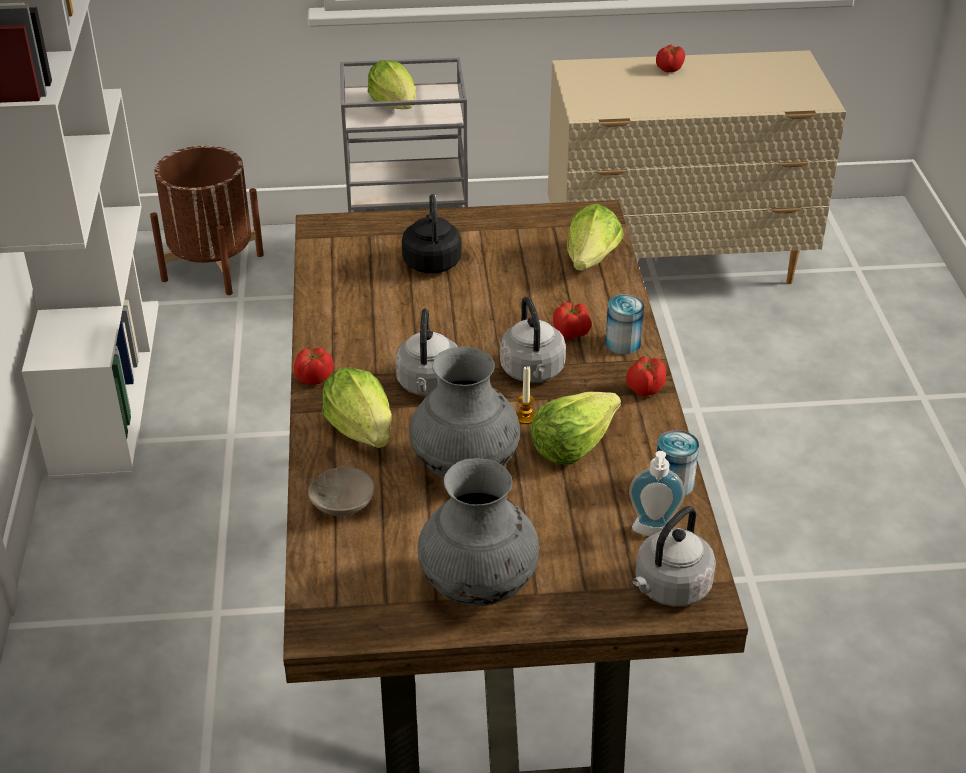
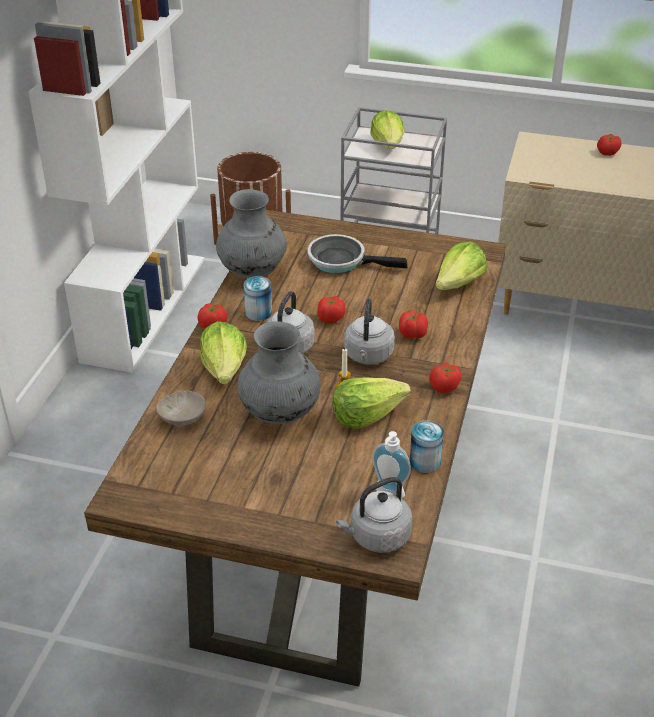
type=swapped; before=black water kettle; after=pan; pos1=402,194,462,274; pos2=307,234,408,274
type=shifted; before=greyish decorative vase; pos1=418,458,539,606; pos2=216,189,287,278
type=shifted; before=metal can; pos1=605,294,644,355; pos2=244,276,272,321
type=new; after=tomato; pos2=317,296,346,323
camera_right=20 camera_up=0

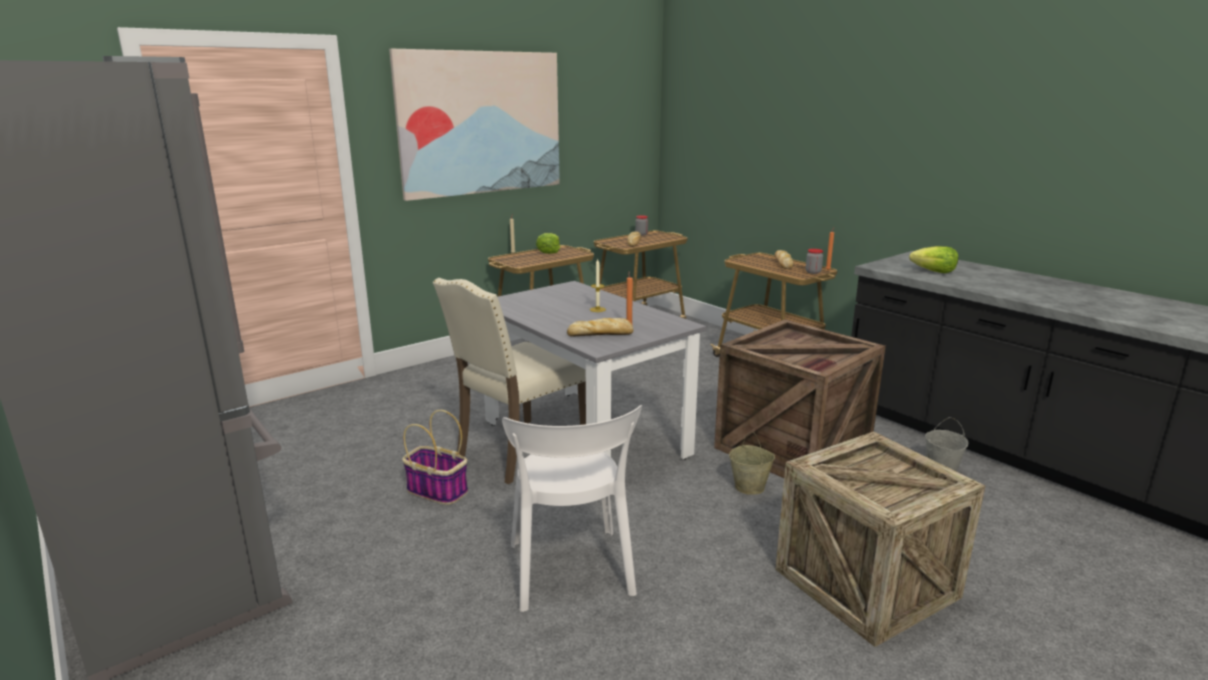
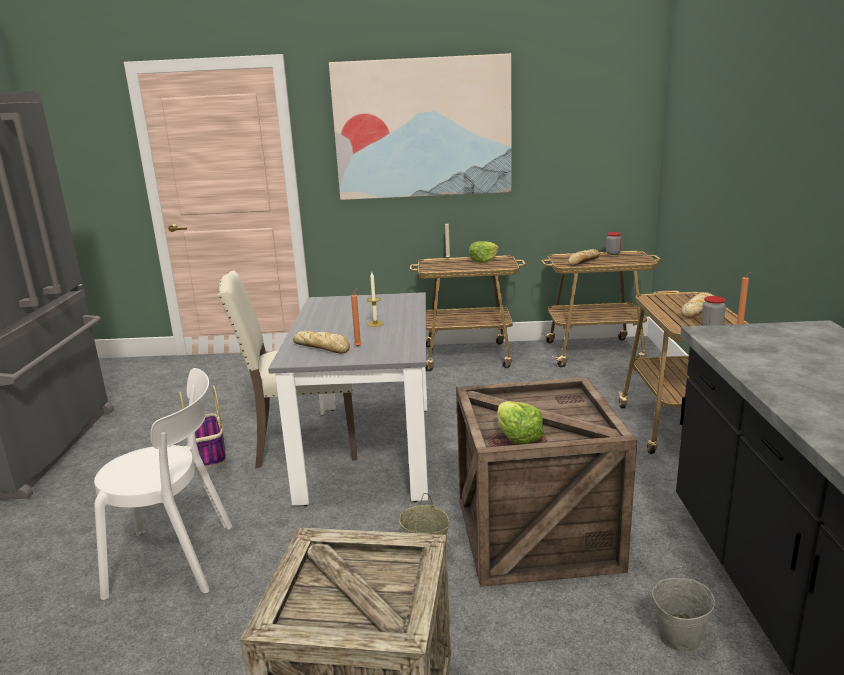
type=rotated; before=whitish plain chair; pos1=502,405,642,612; pos2=94,368,232,600; turn=-120
type=shifted; before=head of lettuce; pos1=909,246,958,273; pos2=497,401,544,444
camera_right=40 camera_up=0

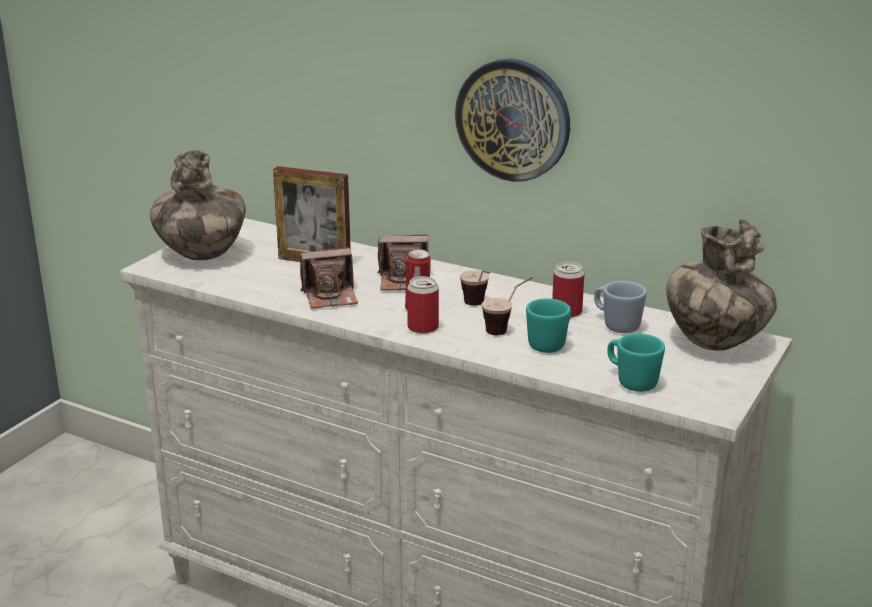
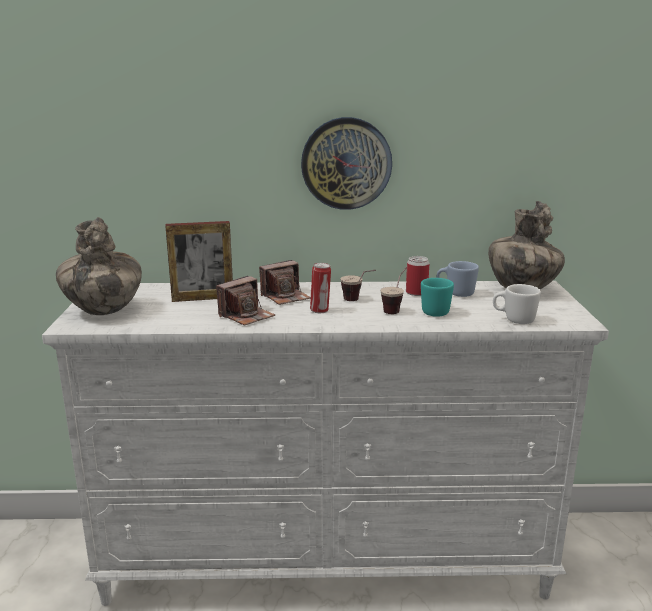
type=gone; before=metal can; pos1=407,276,439,334
type=repainted; before=turquoise tea mug; after=whitish tea mug; pos1=607,333,665,392; pos2=493,284,541,324
camera_right=-30 camera_up=-5

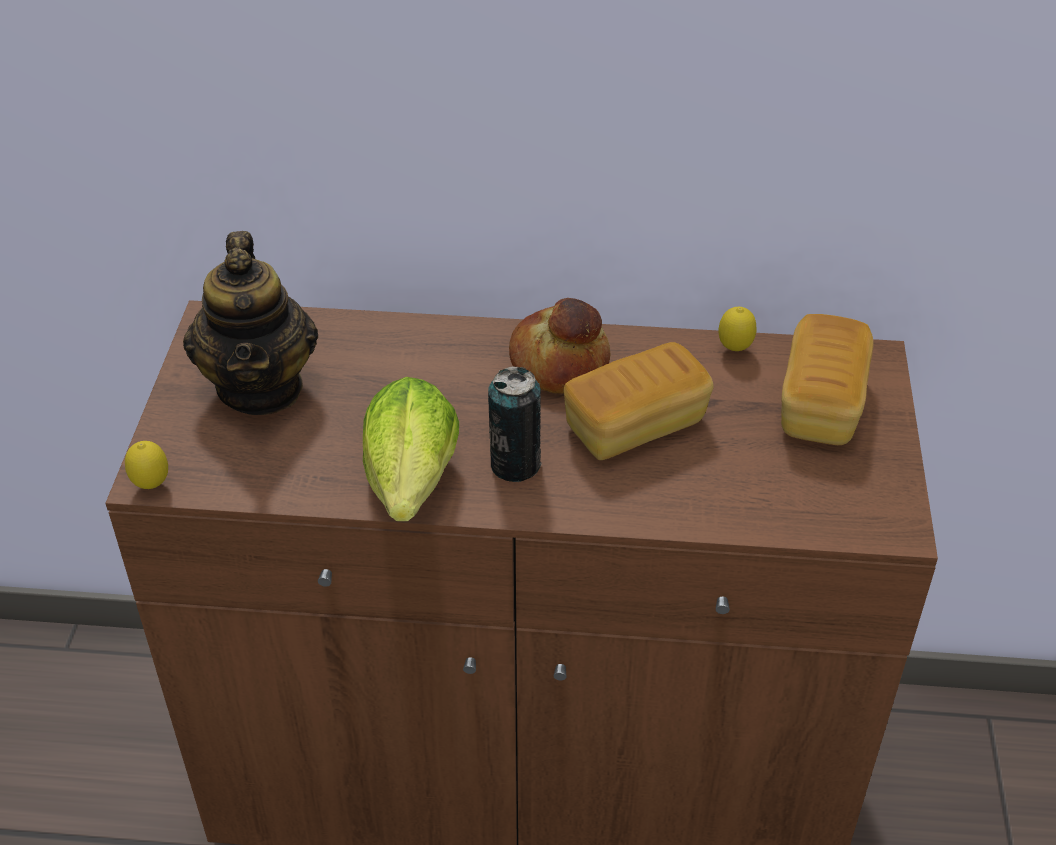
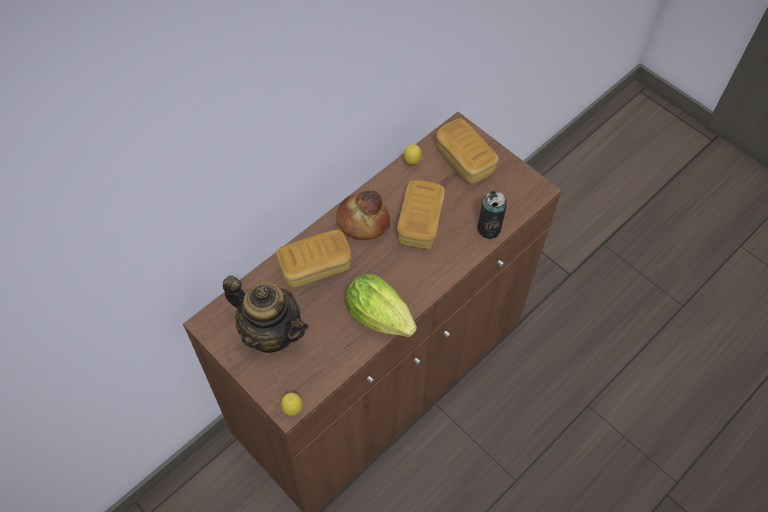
type=shifted; before=metal can; pos1=488,366,542,482; pos2=477,191,507,239
type=new; after=bread; pos2=277,230,351,287
camera_right=-50 camera_up=15

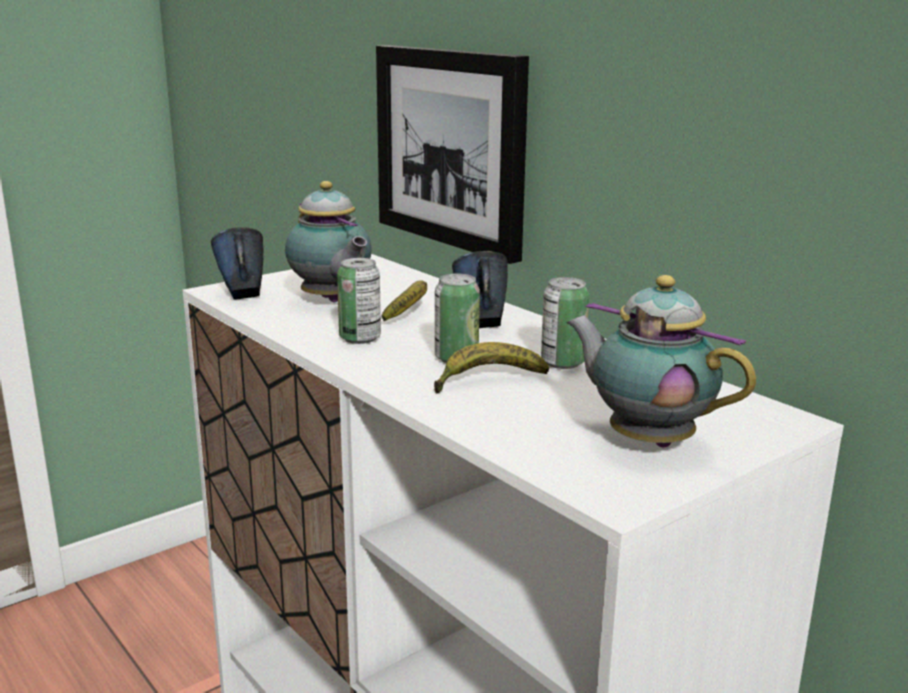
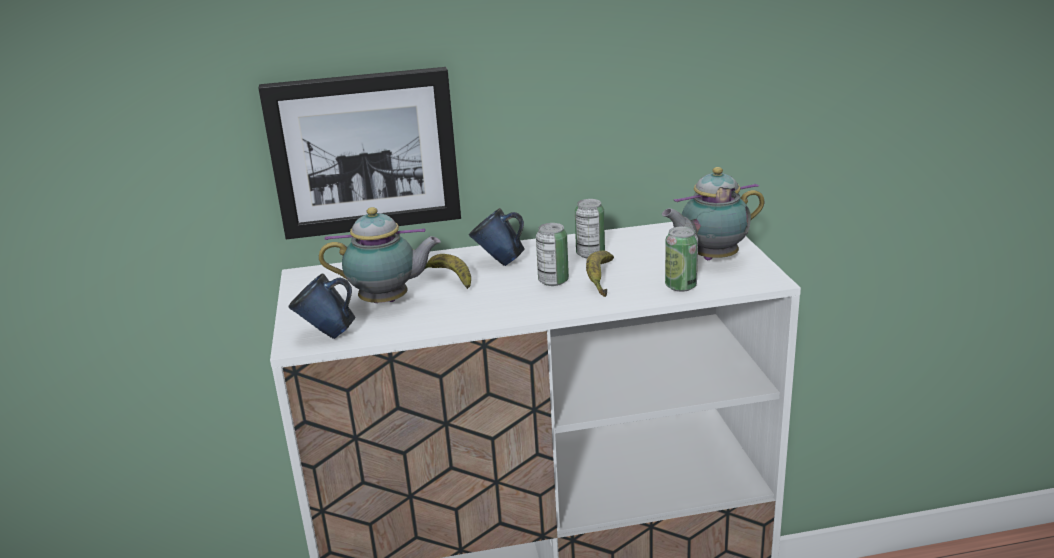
type=shifted; before=metal can; pos1=337,258,381,344; pos2=665,226,698,292
camera_right=-60 camera_up=5

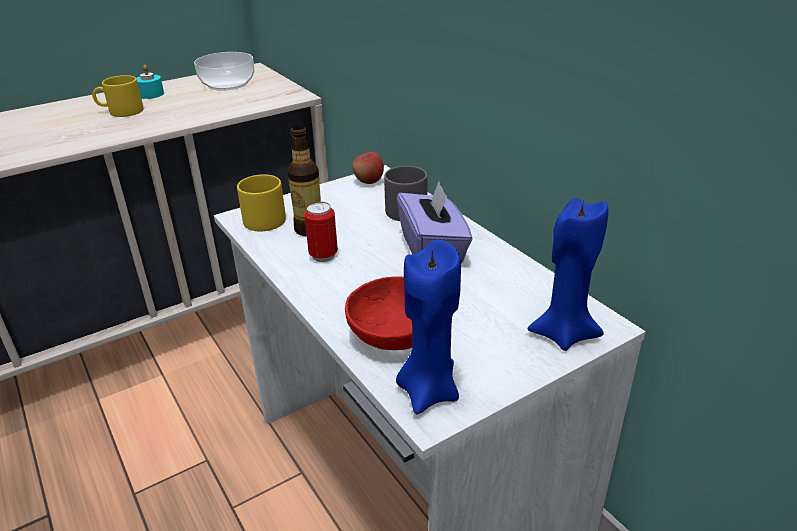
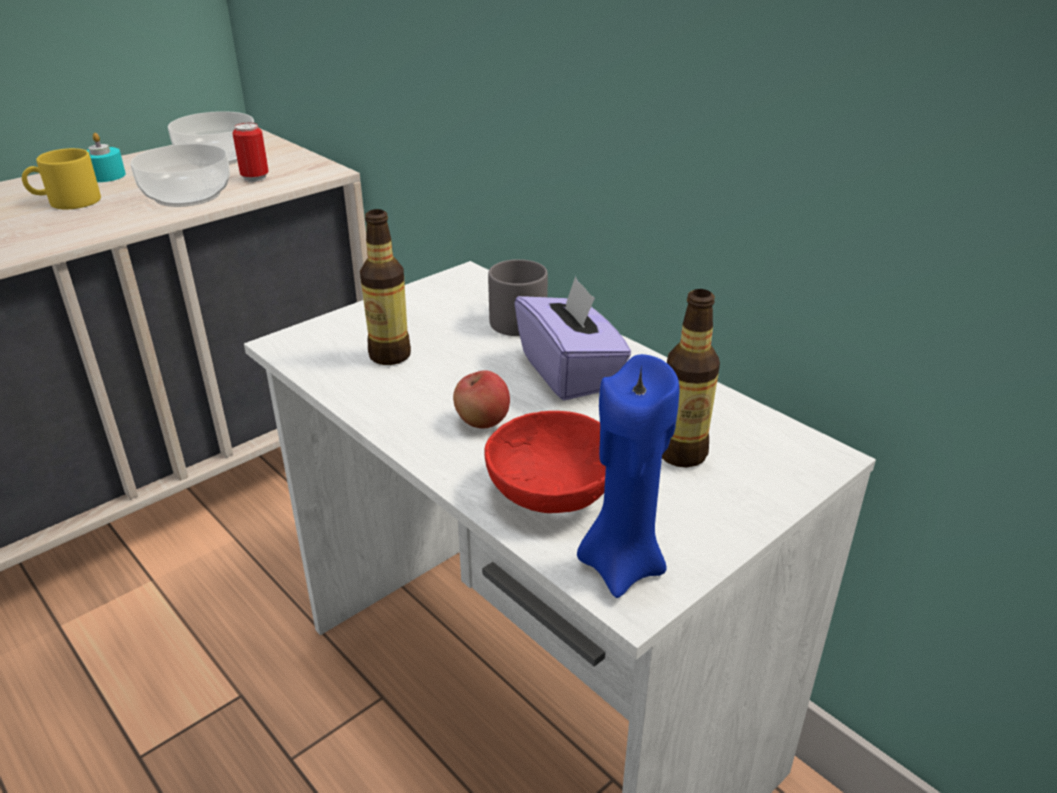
type=gone; before=yellowish tea mug; pos1=237,174,286,231
type=shifted; before=metal can; pos1=304,202,338,262; pos2=232,123,269,182
type=shifted; before=whole apple; pos1=353,152,384,184; pos2=453,370,510,429
type=gone; before=bluish wax light; pos1=527,198,608,351
type=new; after=serving bowl; pos2=130,144,230,207
type=new; after=drink bottle; pos2=662,289,720,468
camera_right=-10 camera_up=0

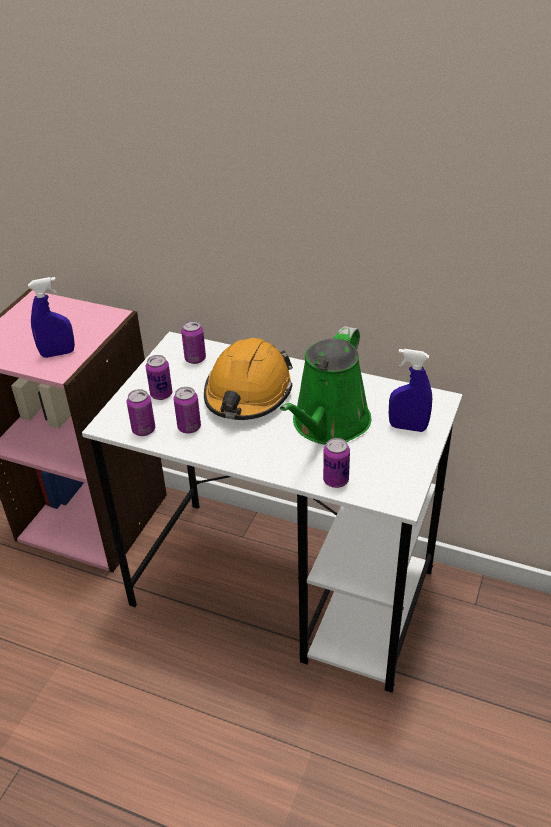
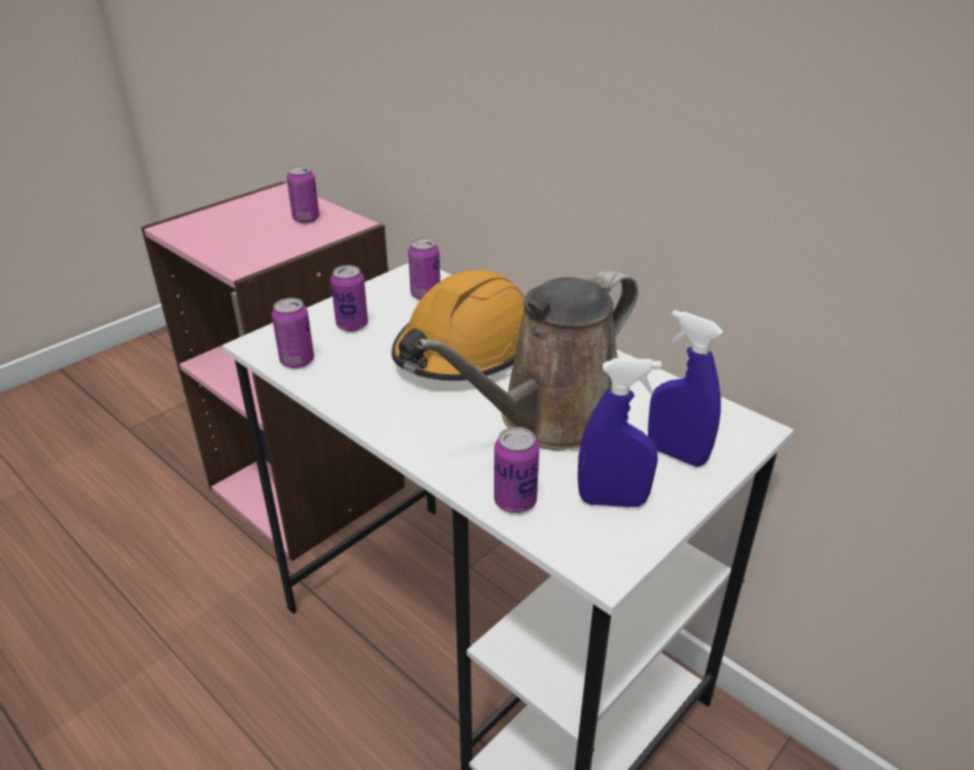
type=shifted; before=bluish hand sprayer; pos1=28,277,75,358; pos2=578,358,662,507
type=shifted; before=metal can; pos1=174,387,201,434; pos2=287,166,320,223
type=repainted; before=greenish watering pot; after=brown-coloured watering pot; pos1=280,326,371,445; pos2=415,270,638,451
camera_right=20 camera_up=-5

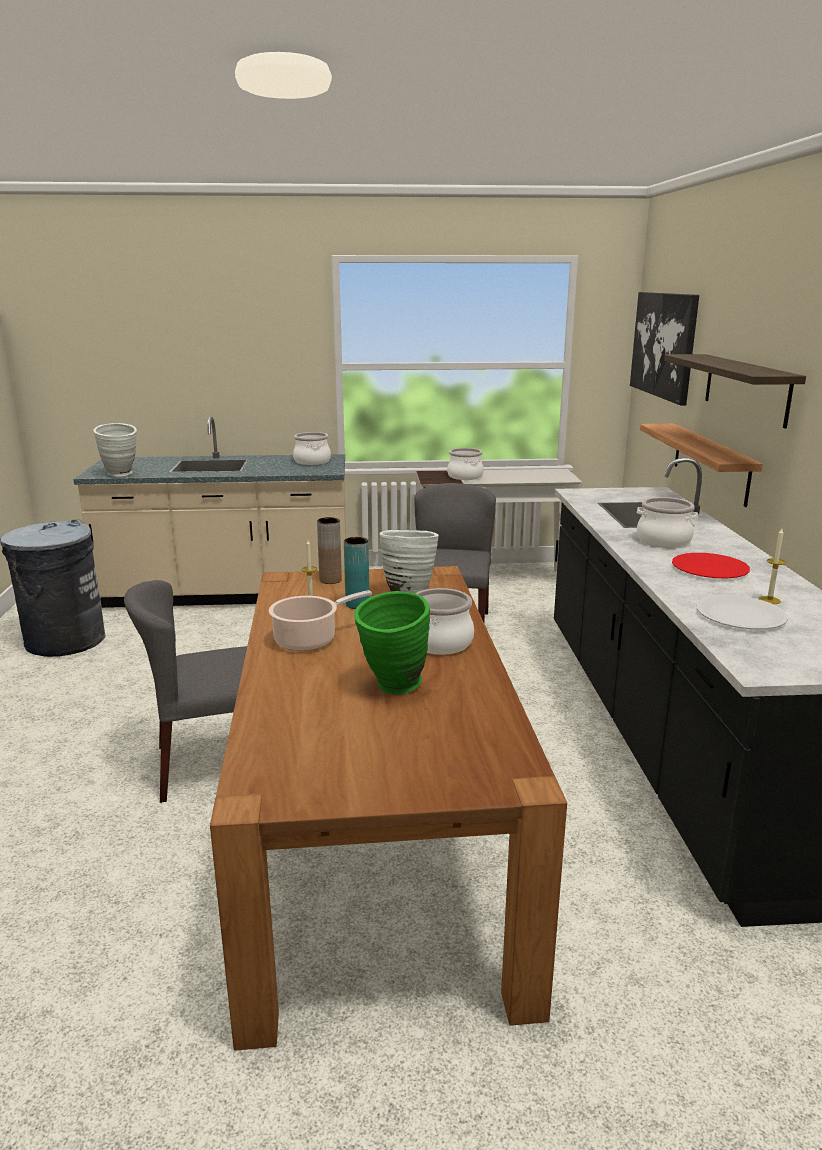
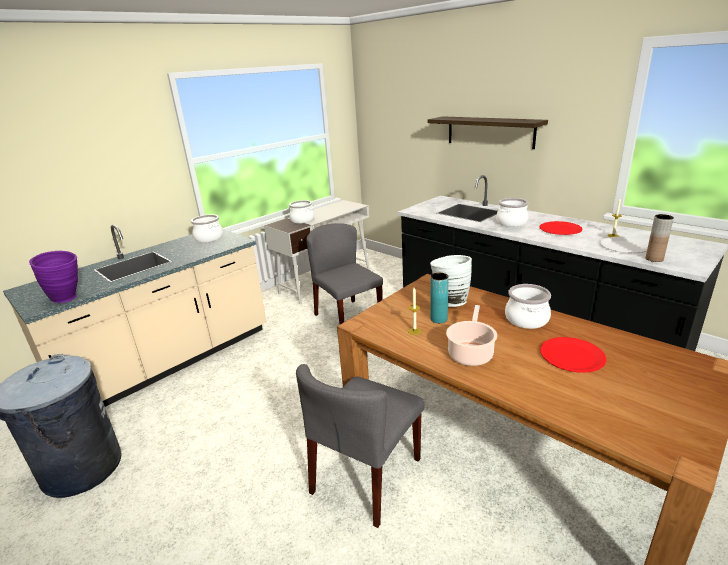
type=repainted; before=whitish decorative vase; after=purple decorative vase; pos1=93,423,137,477; pos2=29,251,78,303
type=shifted; before=brown-coloured decorative vase; pos1=317,517,342,584; pos2=646,214,674,262
type=swapped; before=greenish decorative vase; after=reddish flat dish; pos1=354,591,430,694; pos2=540,337,607,373
type=gone; before=picture; pos1=630,292,699,406
type=gone; before=shelf; pos1=640,424,763,507
camera_right=-40 camera_up=5

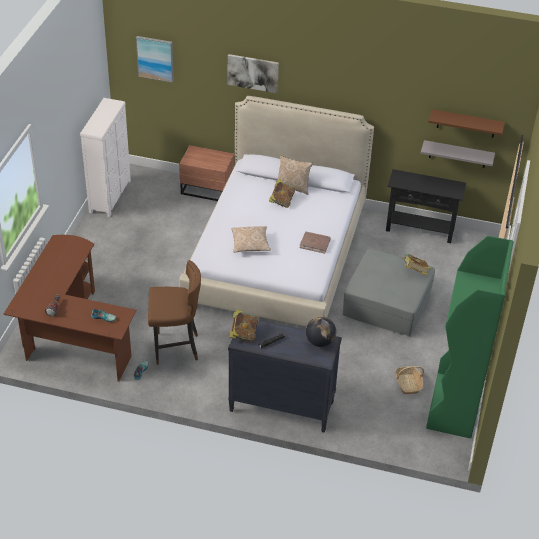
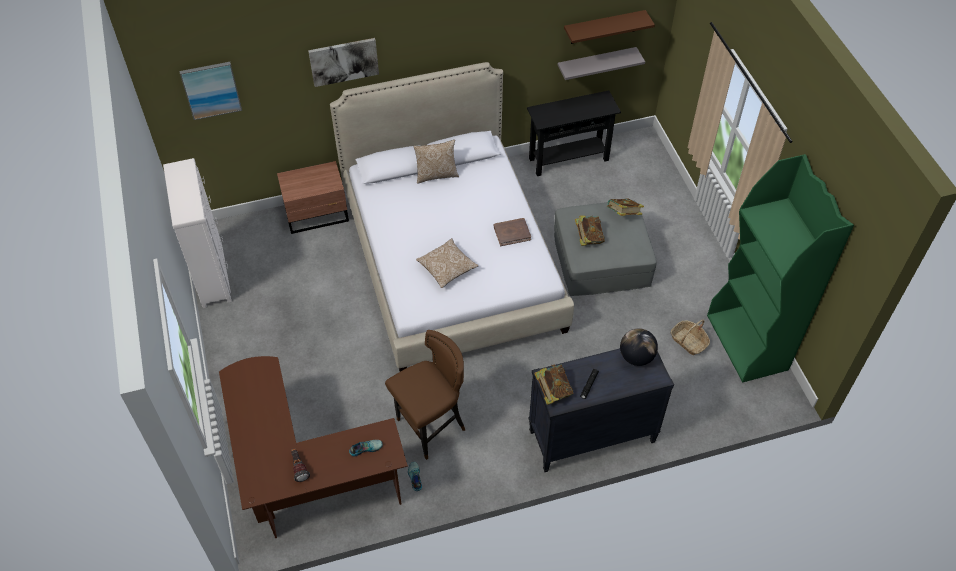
type=shifted; before=book; pos1=269,179,295,208; pos2=575,215,605,246
camera_right=-30 camera_up=10

